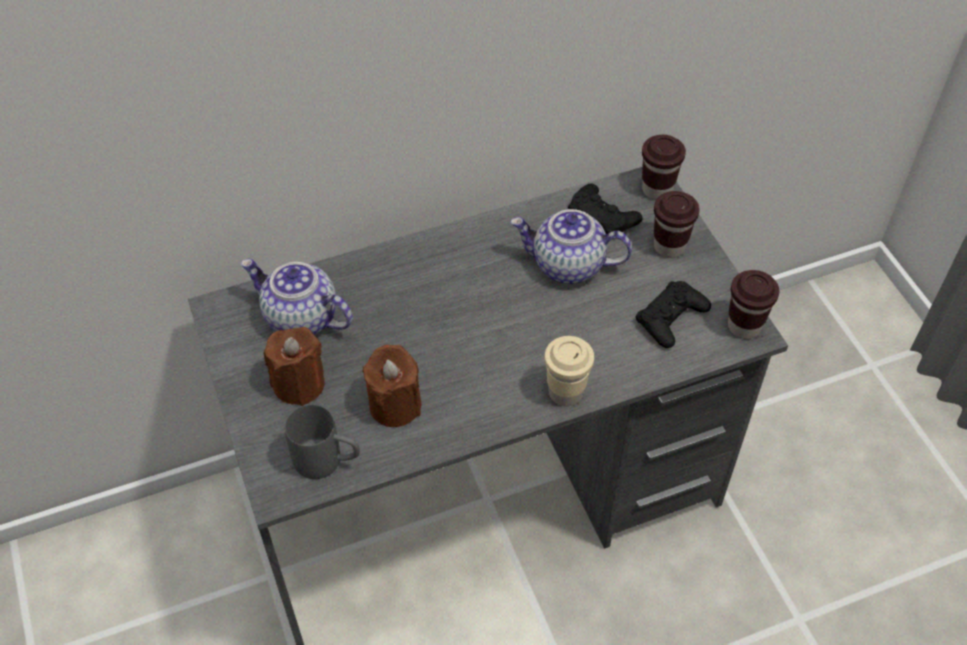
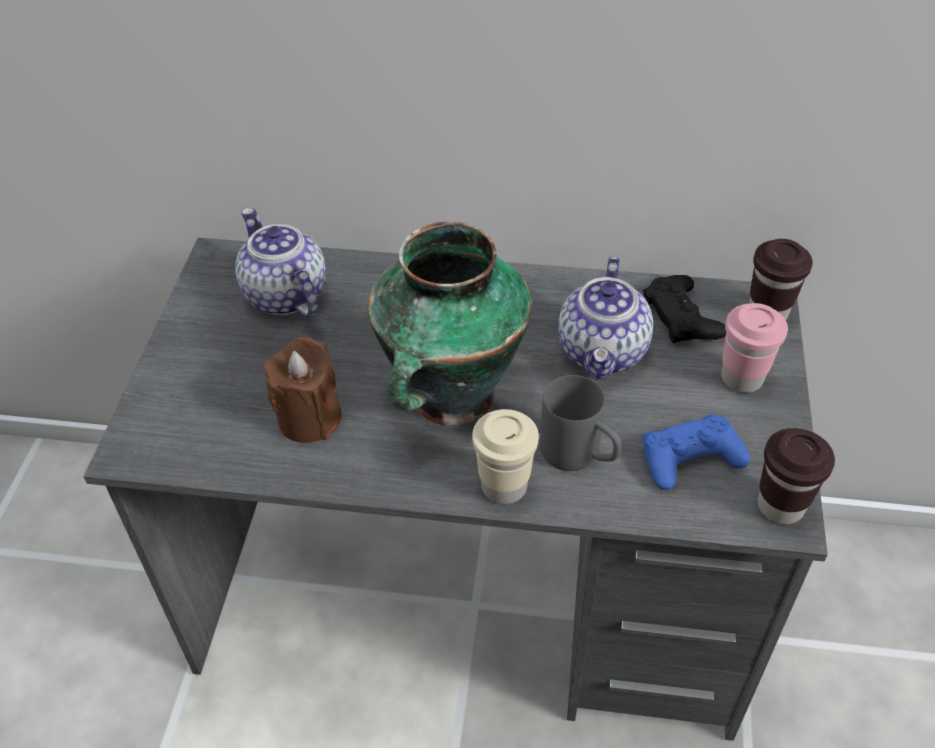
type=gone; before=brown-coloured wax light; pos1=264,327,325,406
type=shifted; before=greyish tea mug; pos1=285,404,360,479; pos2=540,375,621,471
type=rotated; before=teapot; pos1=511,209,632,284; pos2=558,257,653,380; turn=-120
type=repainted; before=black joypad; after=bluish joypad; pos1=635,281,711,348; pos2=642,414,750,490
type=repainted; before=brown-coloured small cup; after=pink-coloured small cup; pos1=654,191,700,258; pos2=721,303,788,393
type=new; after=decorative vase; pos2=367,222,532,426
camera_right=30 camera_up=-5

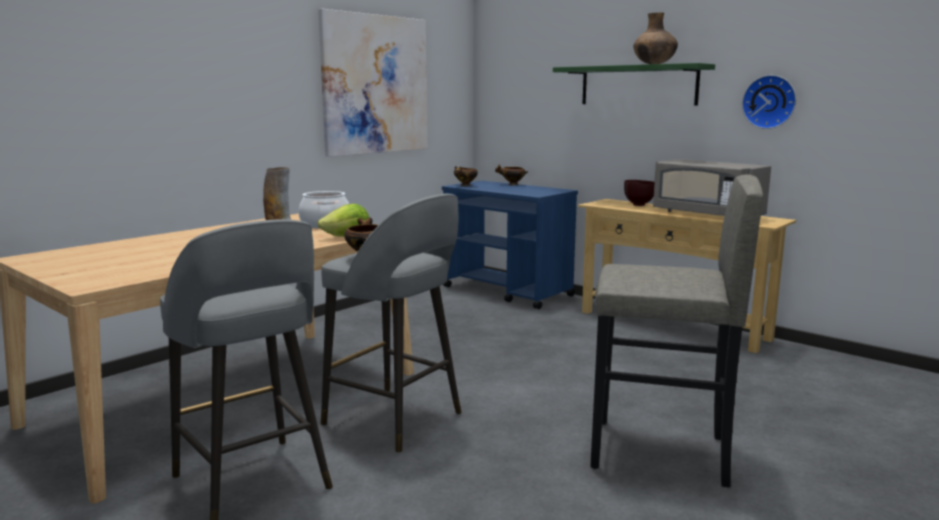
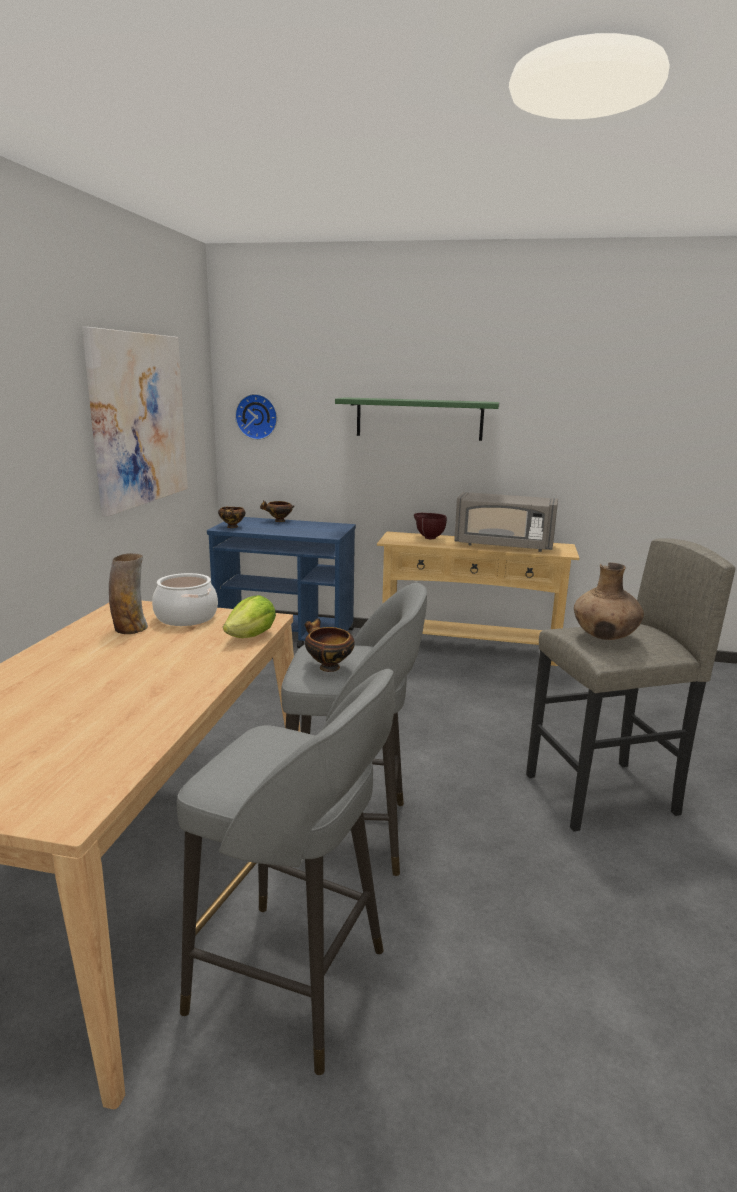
type=shifted; before=brown-coloured decorative vase; pos1=633,12,678,64; pos2=574,562,644,640
type=shifted; before=wall clock; pos1=742,75,796,129; pos2=235,394,277,440
camera_right=-30 camera_up=5

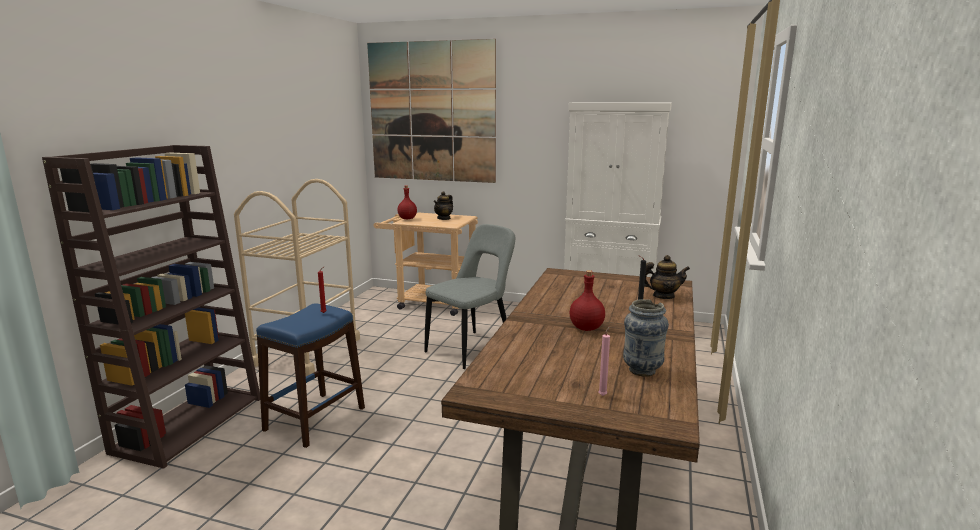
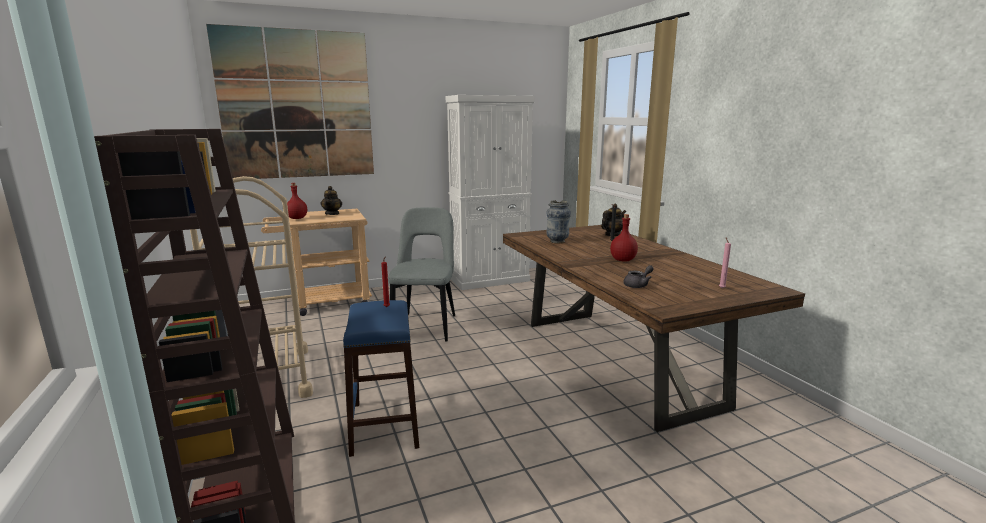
type=shifted; before=decorative vase; pos1=623,299,669,377; pos2=546,200,571,244
type=new; after=greyish teapot; pos2=624,265,653,288
camera_right=-40 camera_up=0

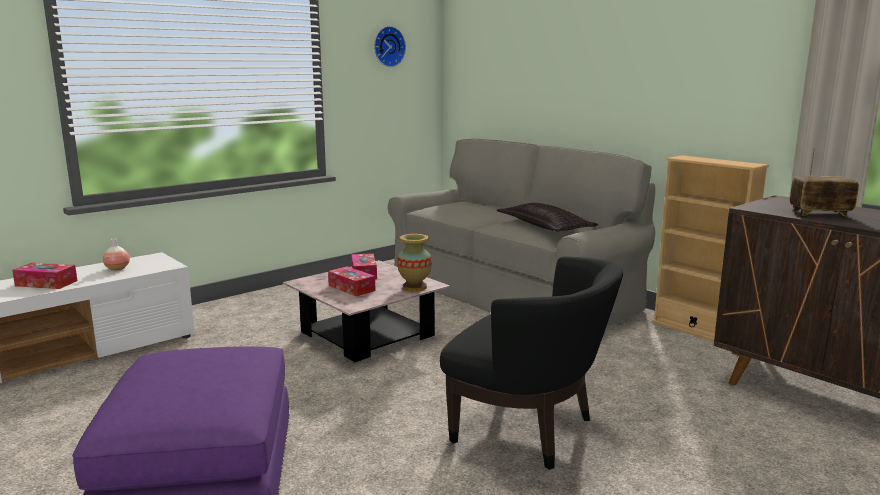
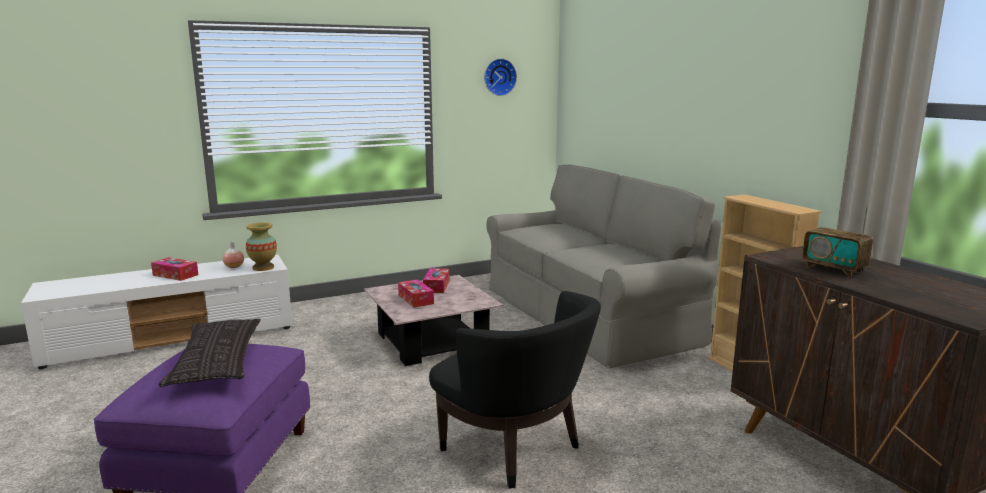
type=shifted; before=decorative vase; pos1=397,234,432,292; pos2=246,223,277,271
type=shifted; before=throw pillow; pos1=497,203,598,232; pos2=159,319,261,387
type=rotated; before=radio set; pos1=790,149,859,217; pos2=802,204,873,277; turn=-150
camera_right=15 camera_up=0

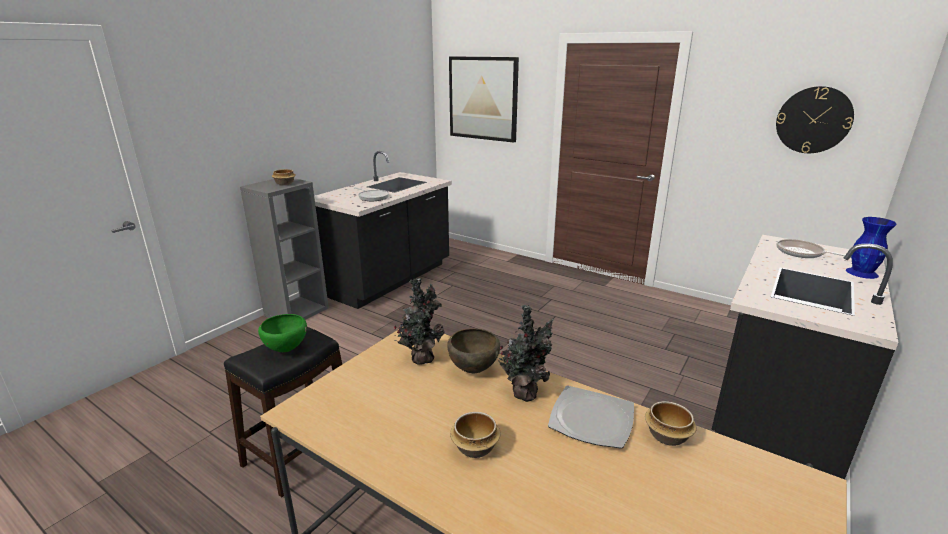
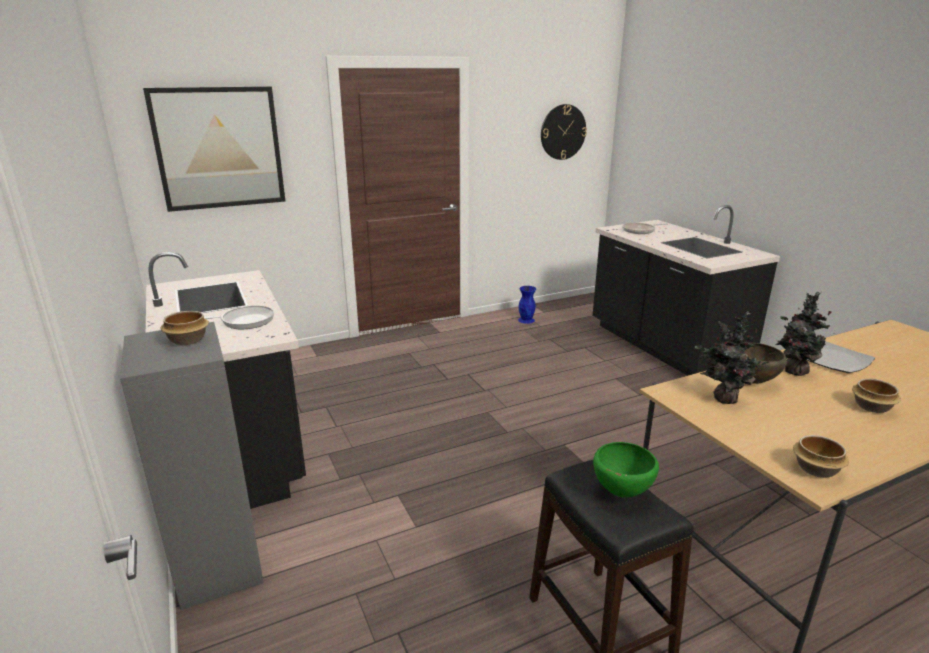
type=shifted; before=serving bowl; pos1=645,401,697,446; pos2=793,435,849,478
type=shifted; before=bluish decorative vase; pos1=846,217,897,279; pos2=518,286,536,324
camera_right=-60 camera_up=0

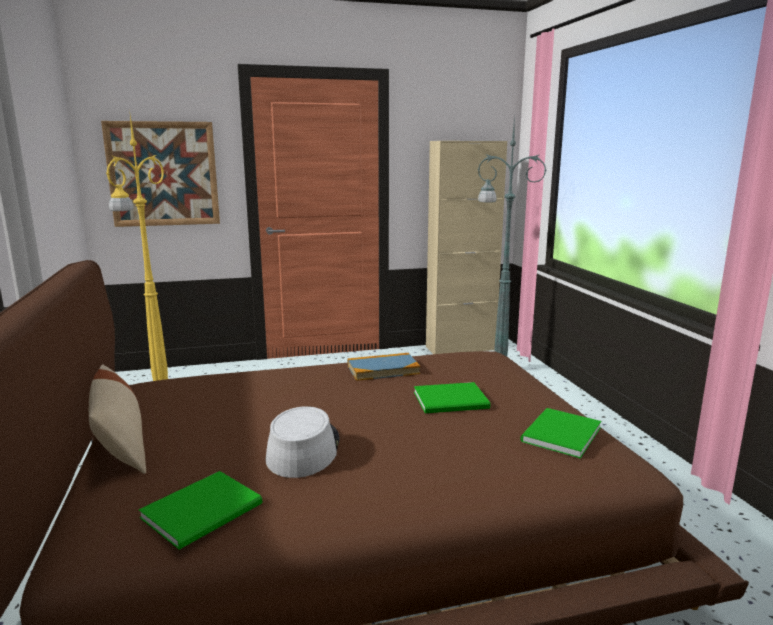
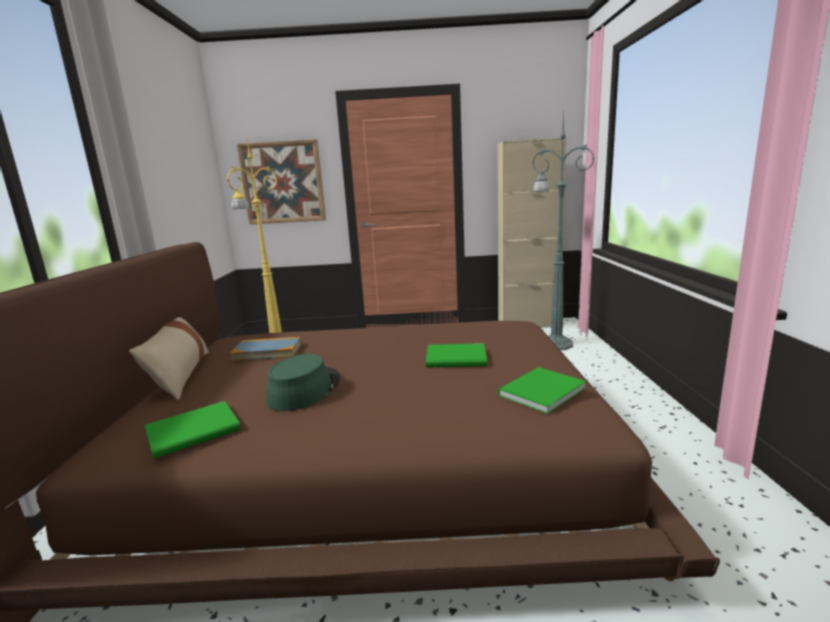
type=repainted; before=greyish wearable hat; after=greenish wearable hat; pos1=265,406,340,478; pos2=266,354,340,411
type=shifted; before=book; pos1=348,353,420,381; pos2=230,337,301,361
camera_right=15 camera_up=0

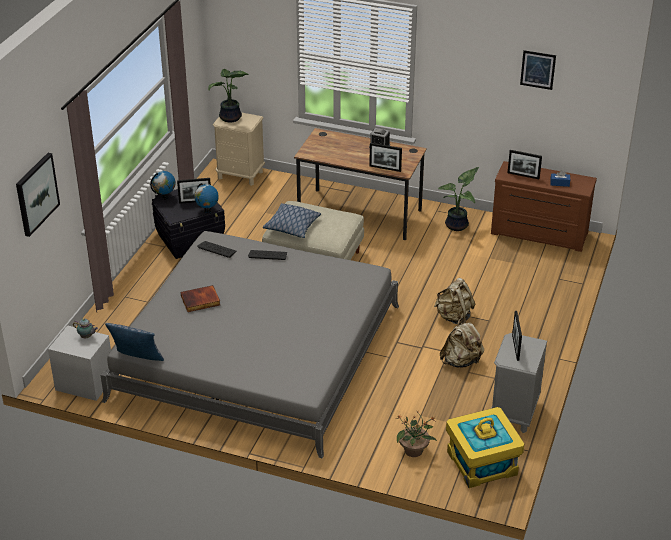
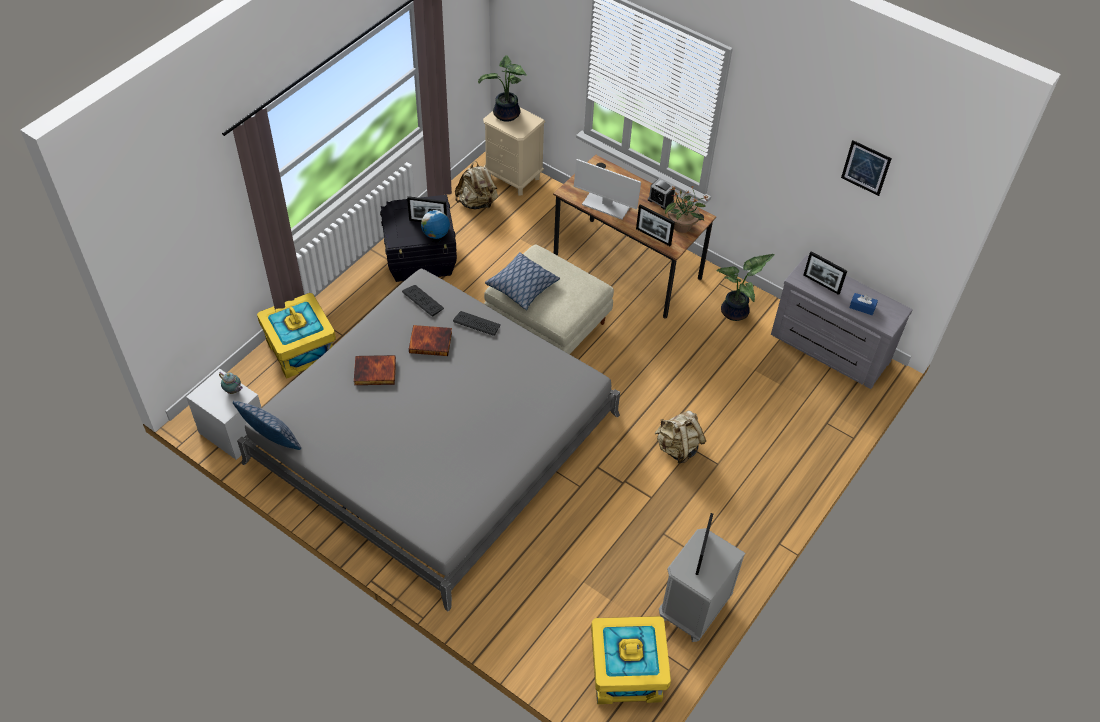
type=gone; before=picture; pos1=16,153,60,237
type=gone; before=world globe; pos1=150,171,175,199
type=shifted; before=potted plant; pos1=396,411,437,457; pos2=665,188,708,233
type=shifted; before=beige-coloured knapsack; pos1=440,318,484,368; pos2=455,161,498,209
type=repainted; before=brown-coloured drawer chest; after=greyish drawer chest; pos1=491,161,597,252; pos2=771,255,913,389
type=new; after=yellowish storage bin; pos2=257,293,336,379
type=new; after=book; pos2=409,325,452,356
type=new; after=computer screen; pos2=574,159,641,220
camera_right=15 camera_up=15

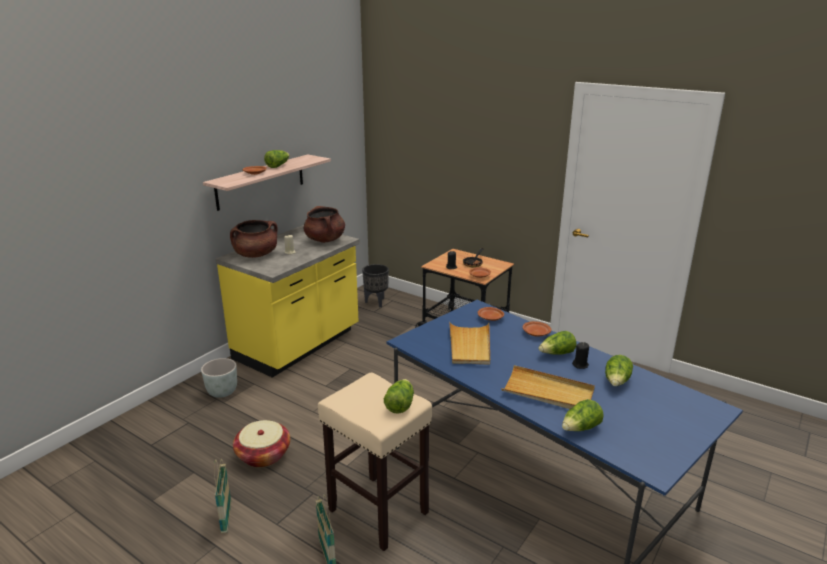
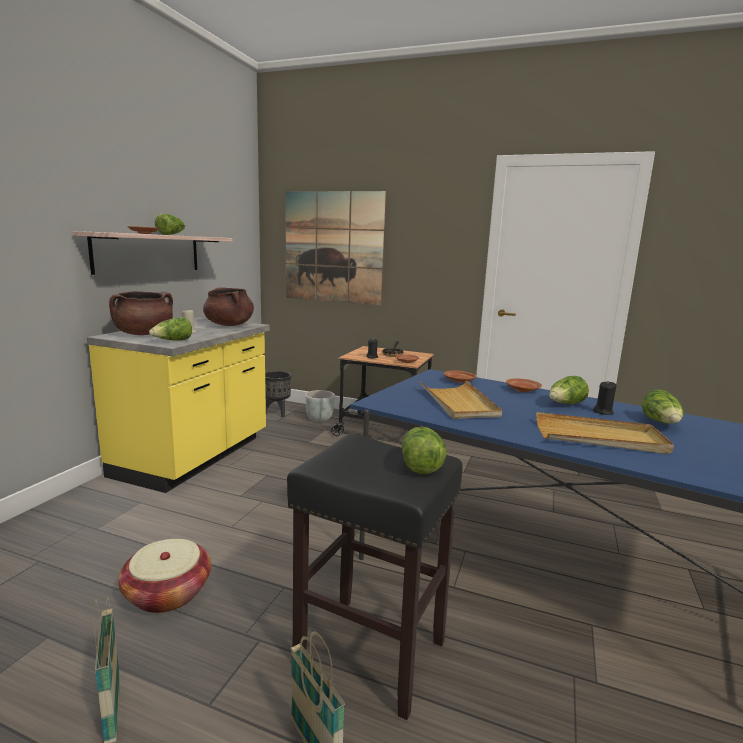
type=shifted; before=greyish plant pot; pos1=201,358,237,398; pos2=305,390,335,422
type=repainted; before=beige-coloured sitting stool; after=black sitting stool; pos1=318,373,432,551; pos2=287,434,463,720
type=shifted; before=head of lettuce; pos1=562,399,604,431; pos2=149,317,192,341
type=new; after=picture; pos2=285,191,386,306
camera_right=-15 camera_up=-10

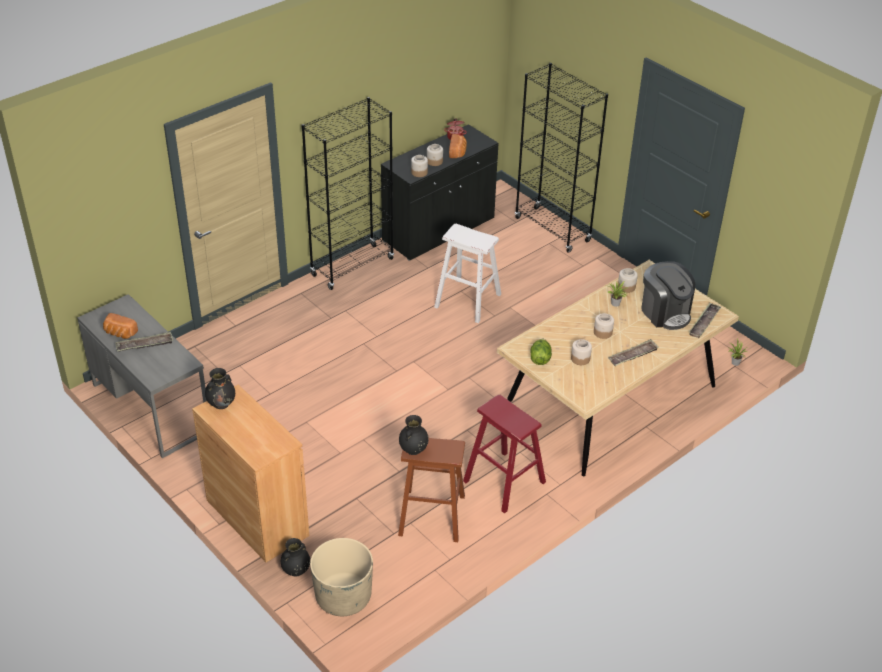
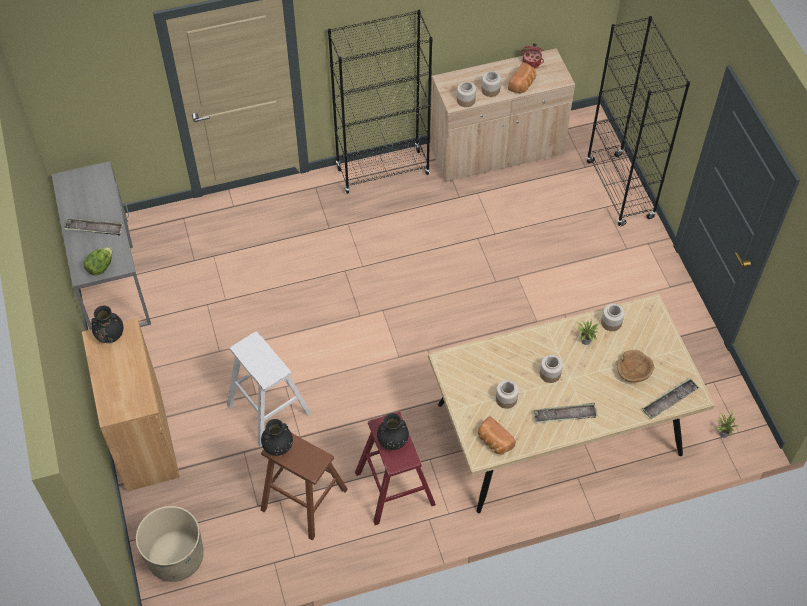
type=shifted; before=bread; pos1=103,313,138,339; pos2=478,416,516,455
type=shifted; before=black decorative vase; pos1=281,538,310,577; pos2=377,413,409,450
type=repainted; before=black storage cabinet; after=beige-coloured storage cabinet; pos1=381,124,498,261; pos2=430,48,575,182
type=shifted; before=whitish sitting stool; pos1=434,224,501,323; pos2=227,332,311,447
type=shifted; before=head of lettuce; pos1=530,338,552,365; pos2=84,247,112,276
type=swapped; before=coffee brewer; after=brown-coloured serving bowl; pos1=641,261,695,330; pos2=617,350,654,382
camera_right=25 camera_up=15

